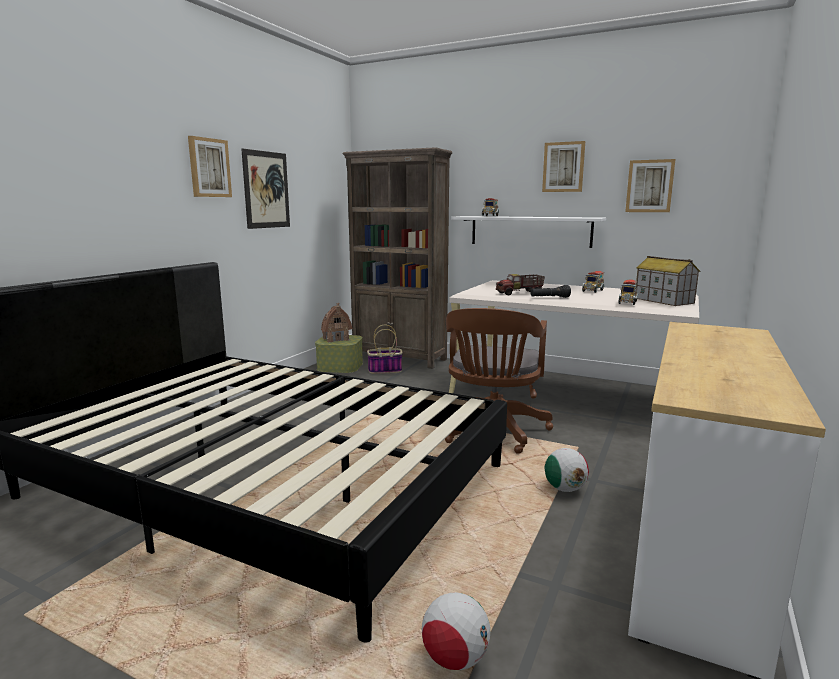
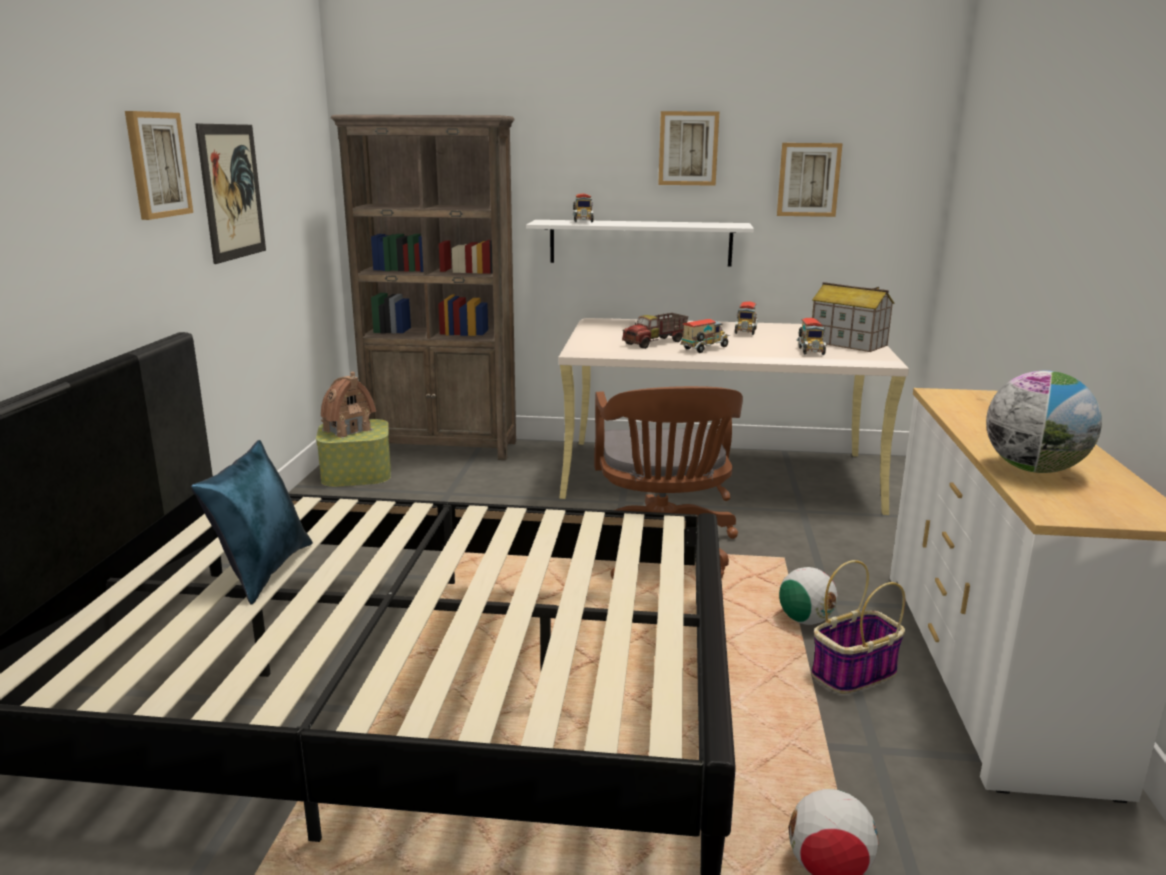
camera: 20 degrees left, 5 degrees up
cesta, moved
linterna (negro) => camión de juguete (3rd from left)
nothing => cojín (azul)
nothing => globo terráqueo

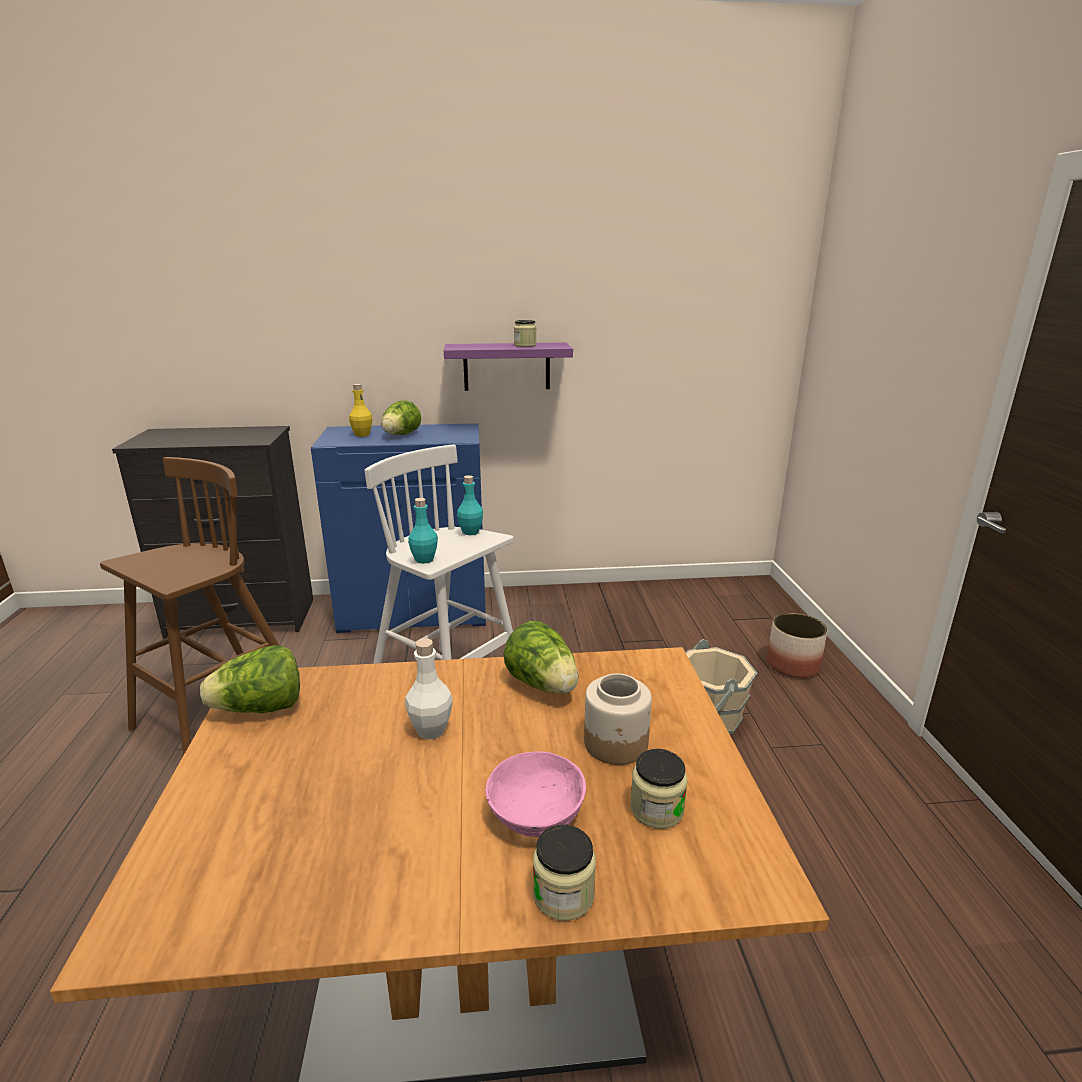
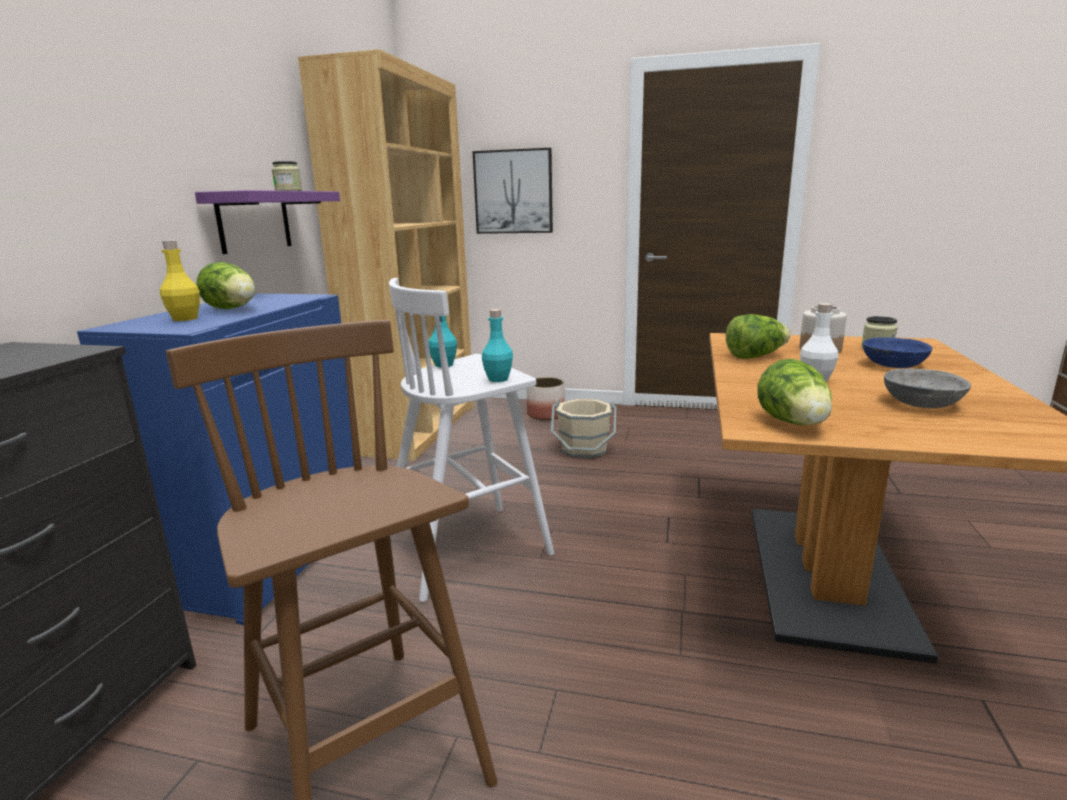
camera: 70 degrees left, 5 degrees down
cuenco (rosa) => cuenco (azul)
tarro (2nd from left) => nothing
nothing => estantería (marrón)
nothing => cuadro
nothing => cuenco (gris)

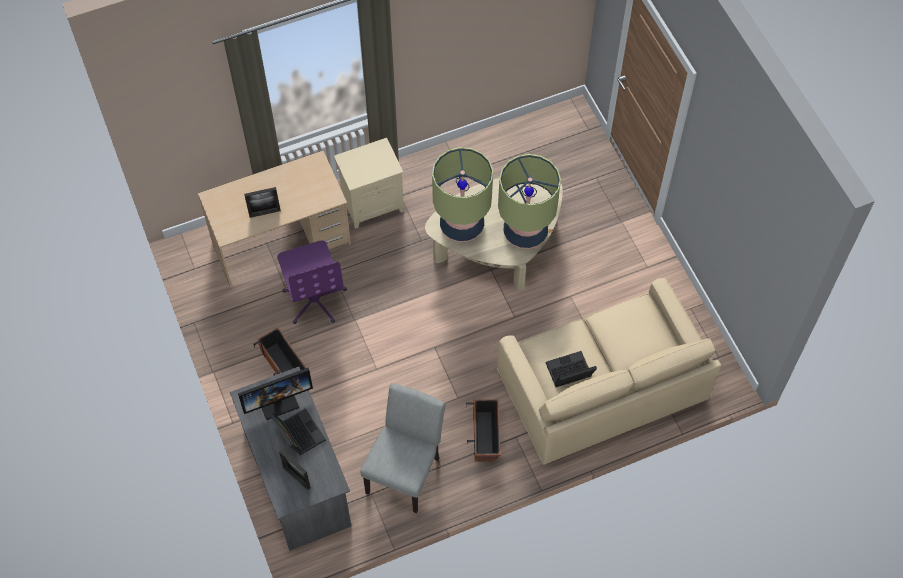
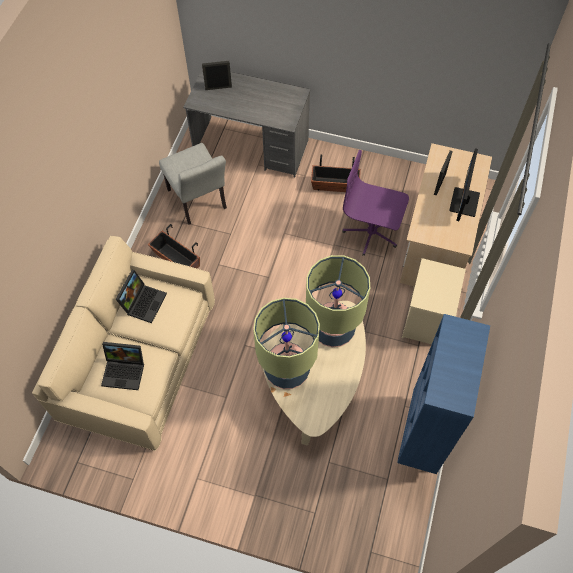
camera: 130 degrees right, 0 degrees up
monitor, moved
portátil (1st from left), moved
nothing => estantería (azul)

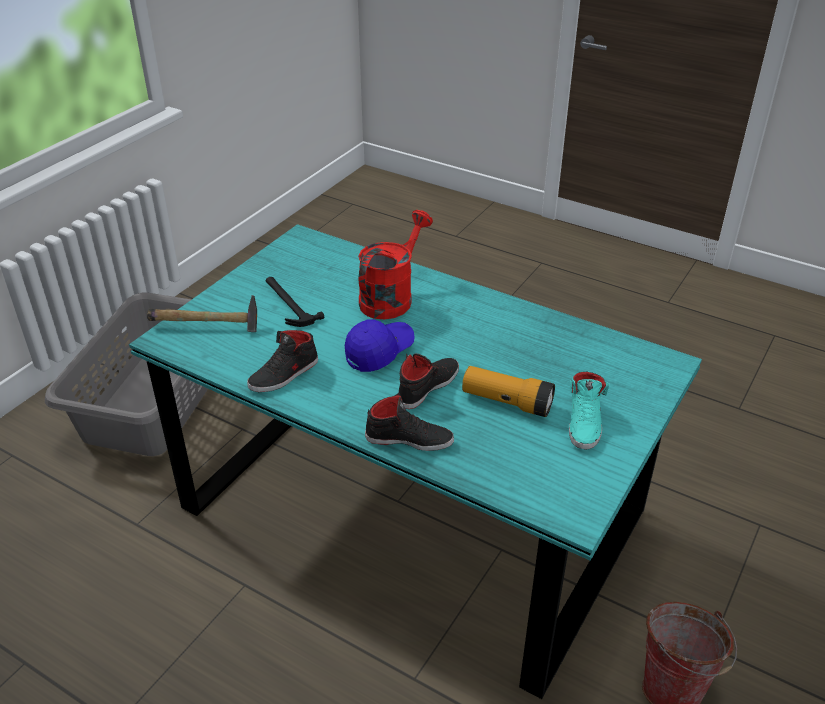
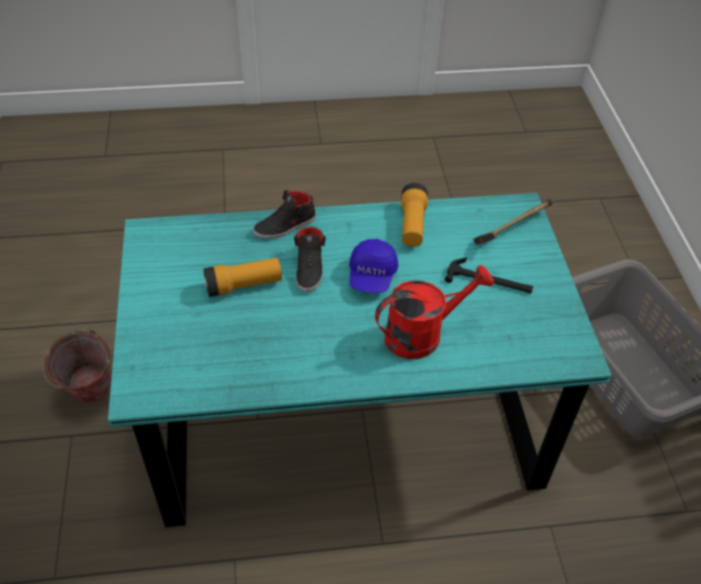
camera: 140 degrees right, 10 degrees up
zapato (negro) (1st from left) => linterna (2nd from left)
regadera (rojo), 105 degrees counterclockwise
zapato (turquesa) => nothing

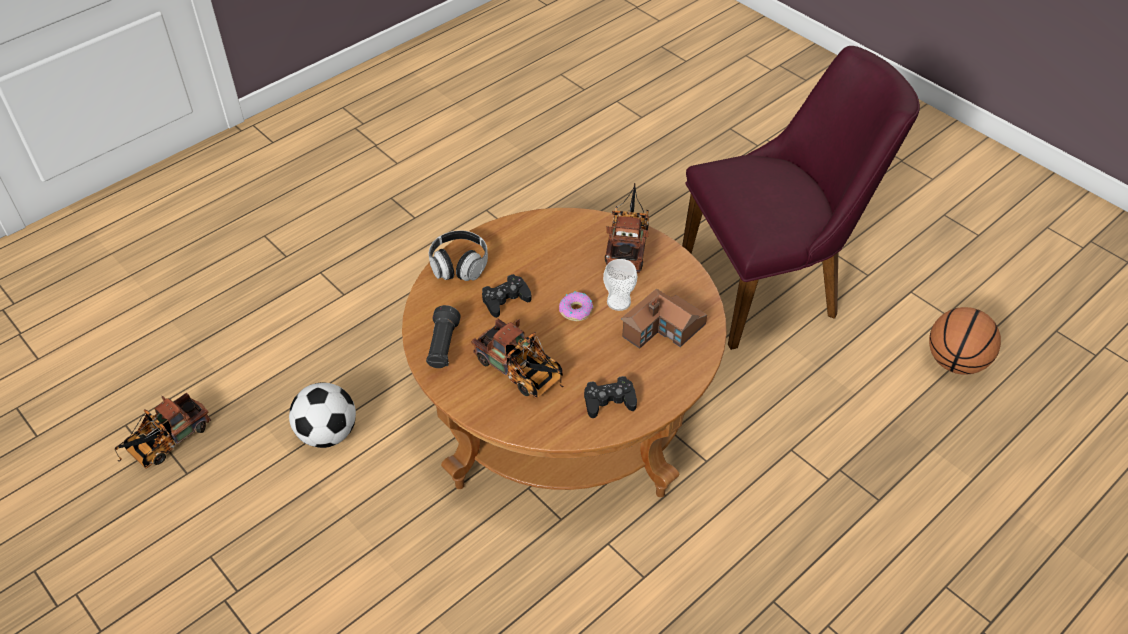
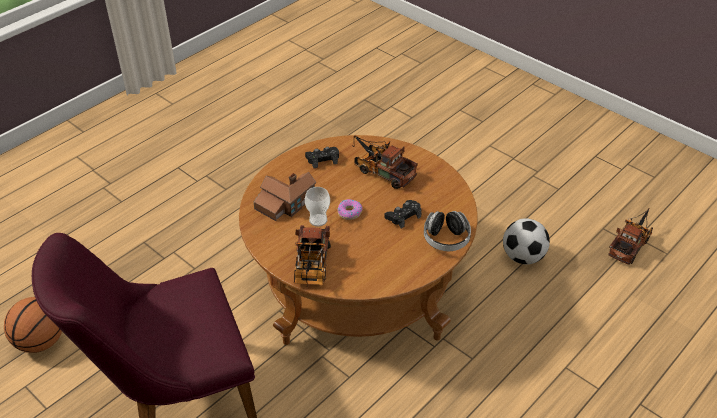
camera: 175 degrees right, 5 degrees down
linterna (negro) => nothing

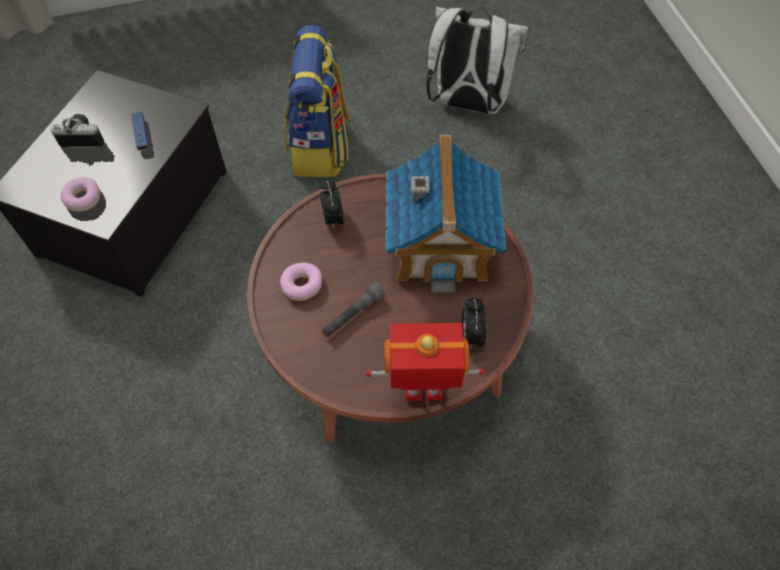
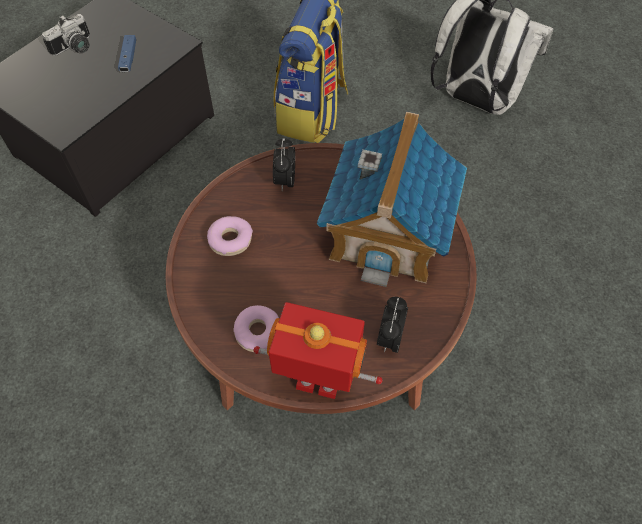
camera: 15 degrees right, 0 degrees up
cámara, 120 degrees clockwise
rosquilla (1st from left in the first image) => rosquilla (2nd from left), moved
linterna (gris) => nothing

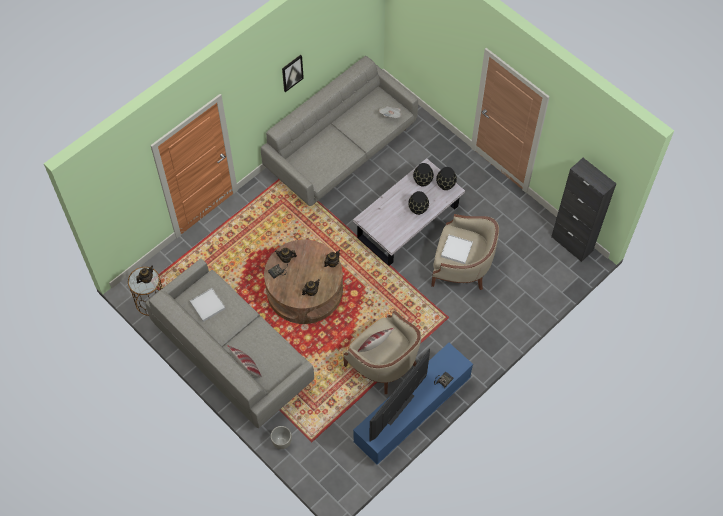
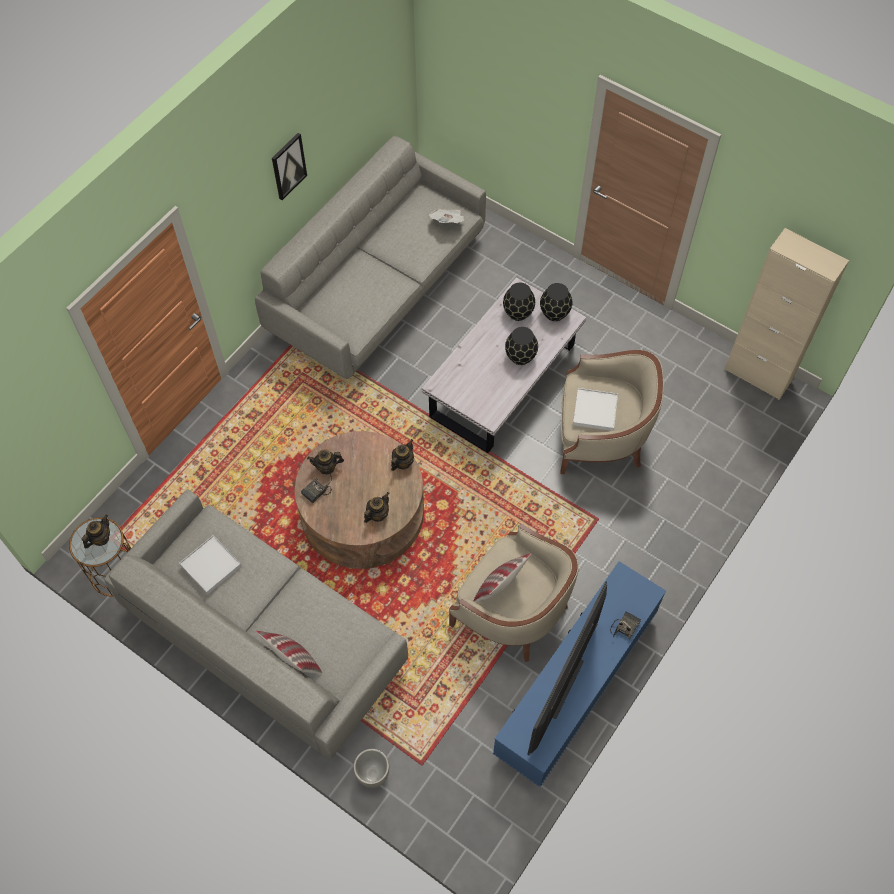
camera: 10 degrees left, 0 degrees up
armario (negro) => armario (beis)

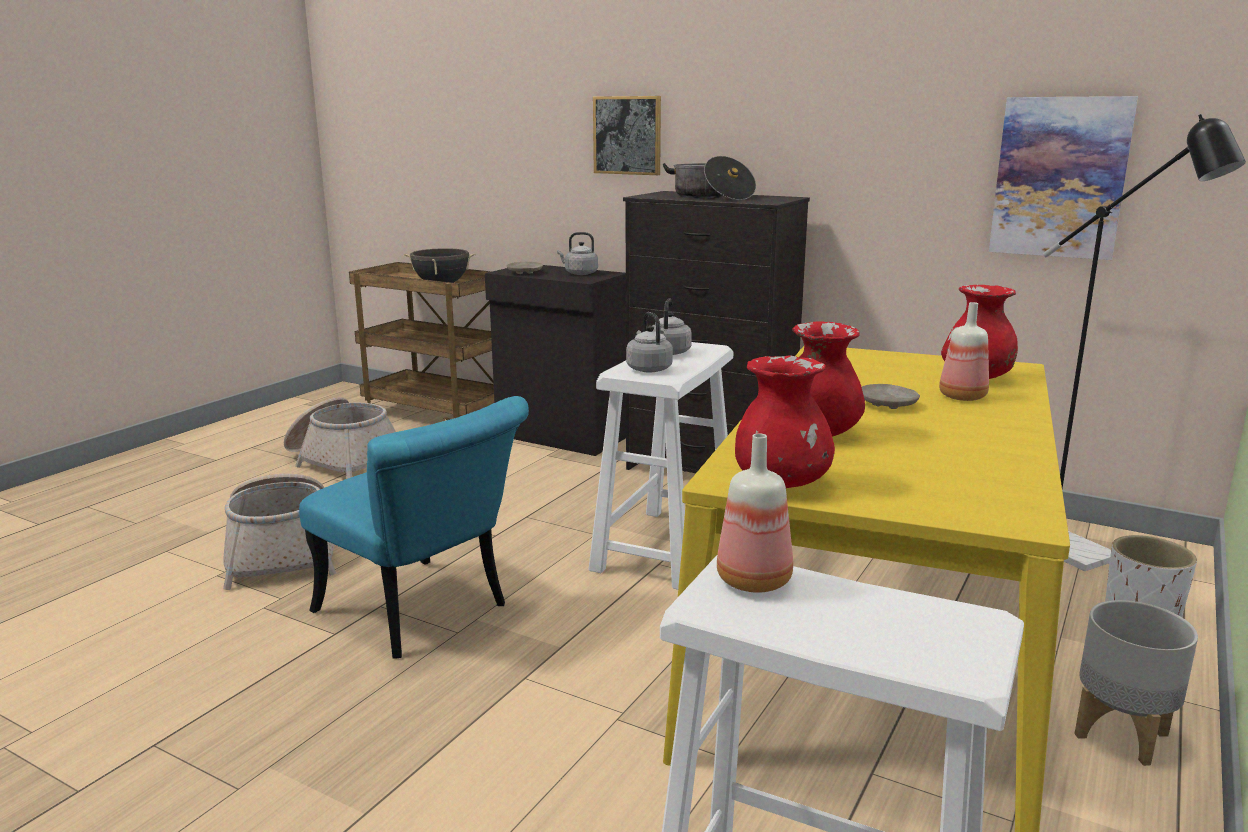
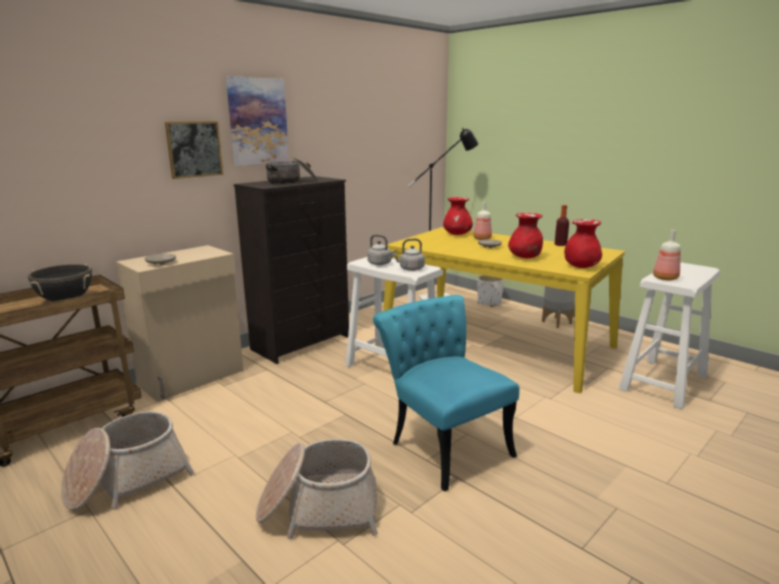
camera: 75 degrees left, 0 degrees up
silla (turquesa), 90 degrees counterclockwise
armario (negro) => armario (beis)
hervidor (gris) (1st from left) => nothing
cuadro (2nd from left), moved
nothing => botella (2nd from left)

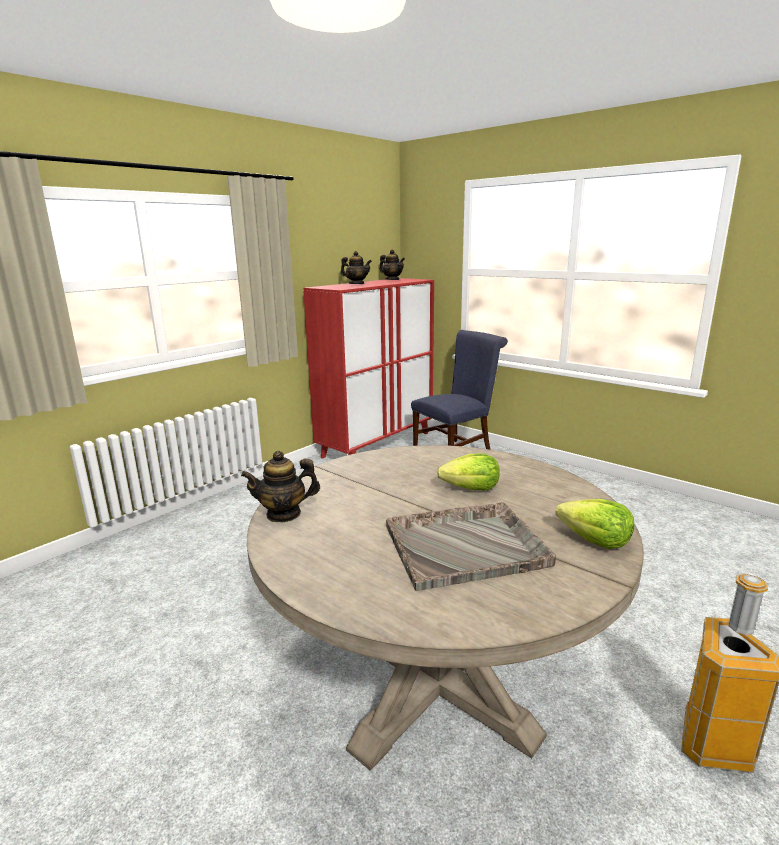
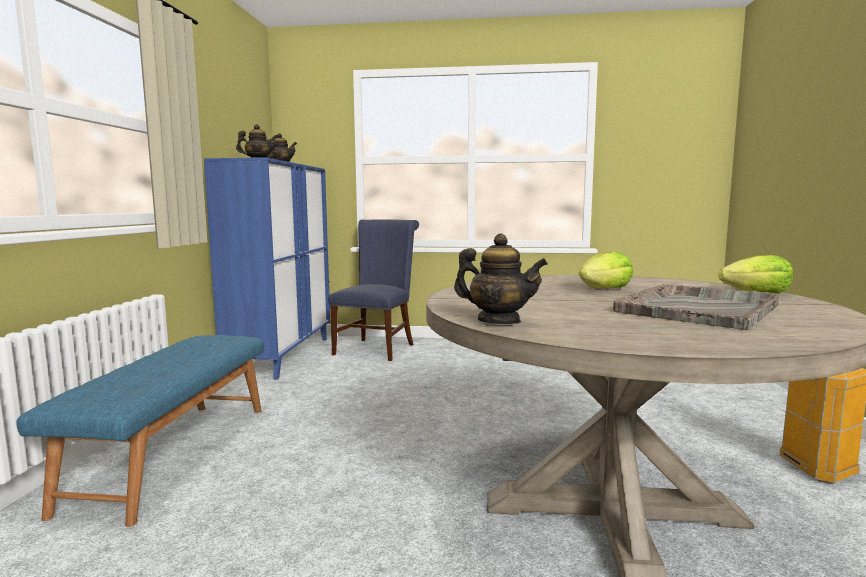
camera: 35 degrees left, 10 degrees down
tetera (1st from left in the first image) => tetera (3rd from left), 105 degrees counterclockwise
armario (rojo) => armario (azul)
nothing => banco (azul)

